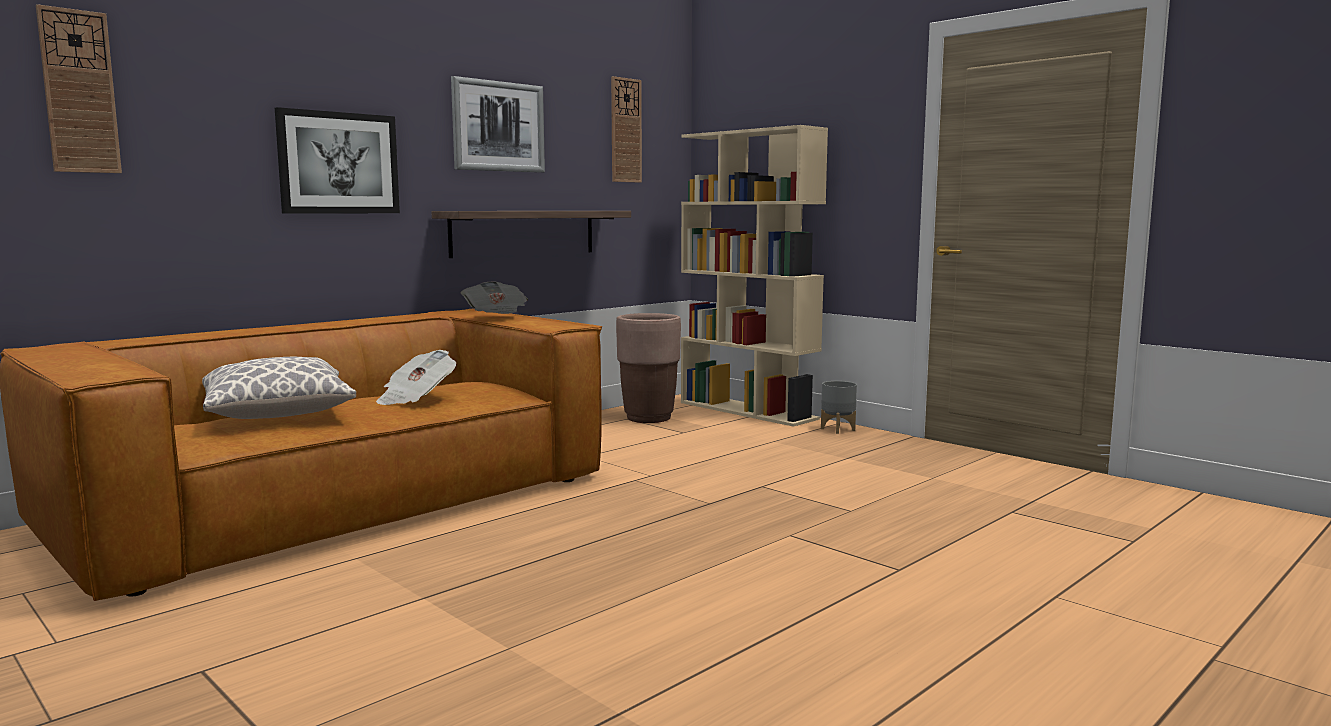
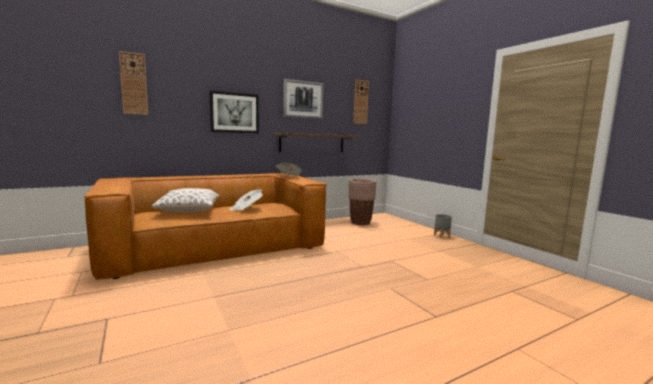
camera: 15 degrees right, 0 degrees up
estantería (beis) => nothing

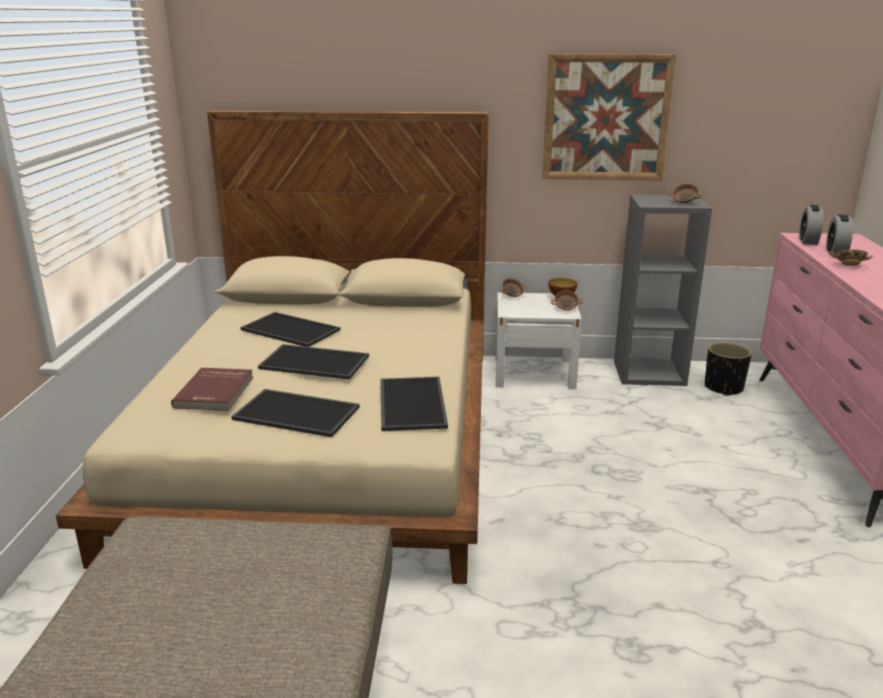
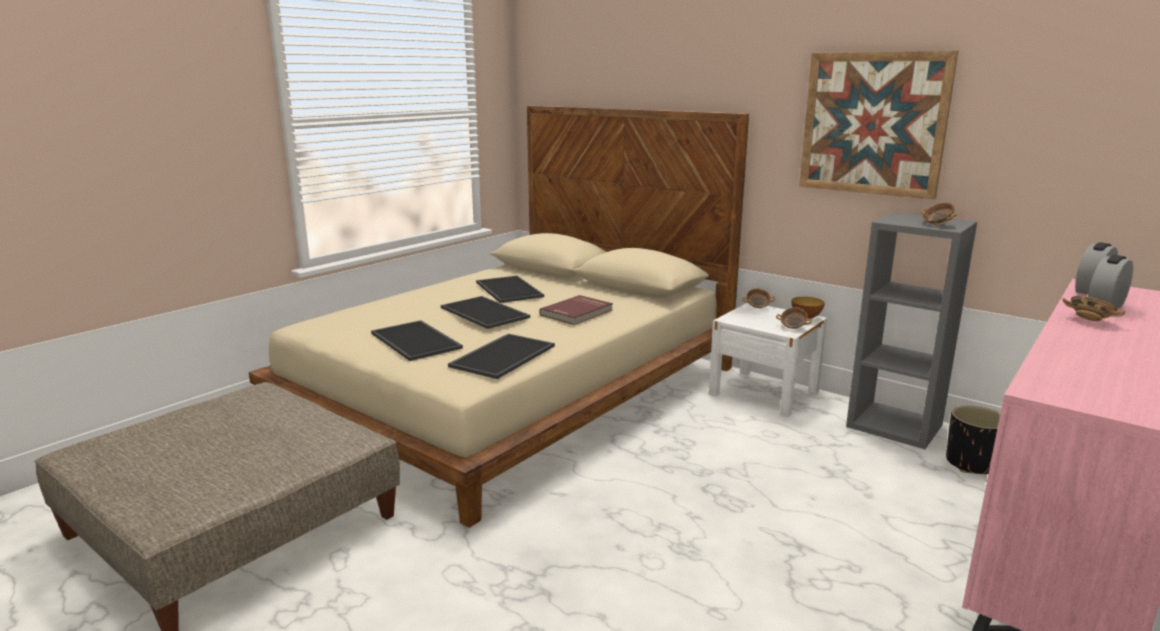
camera: 35 degrees right, 5 degrees down
libro (rojo), moved

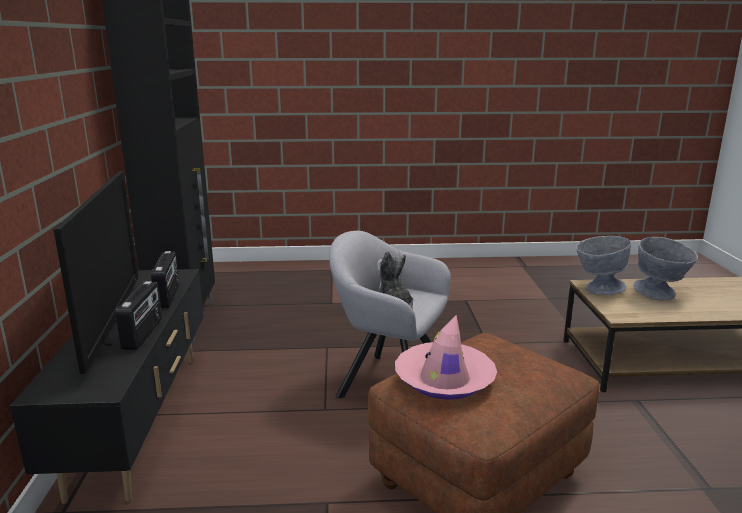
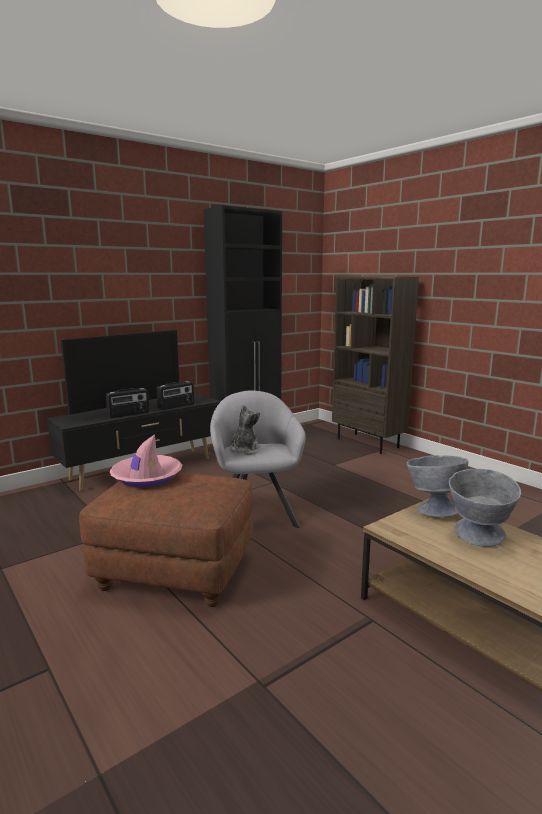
camera: 55 degrees right, 5 degrees down
nothing => estantería (marrón)

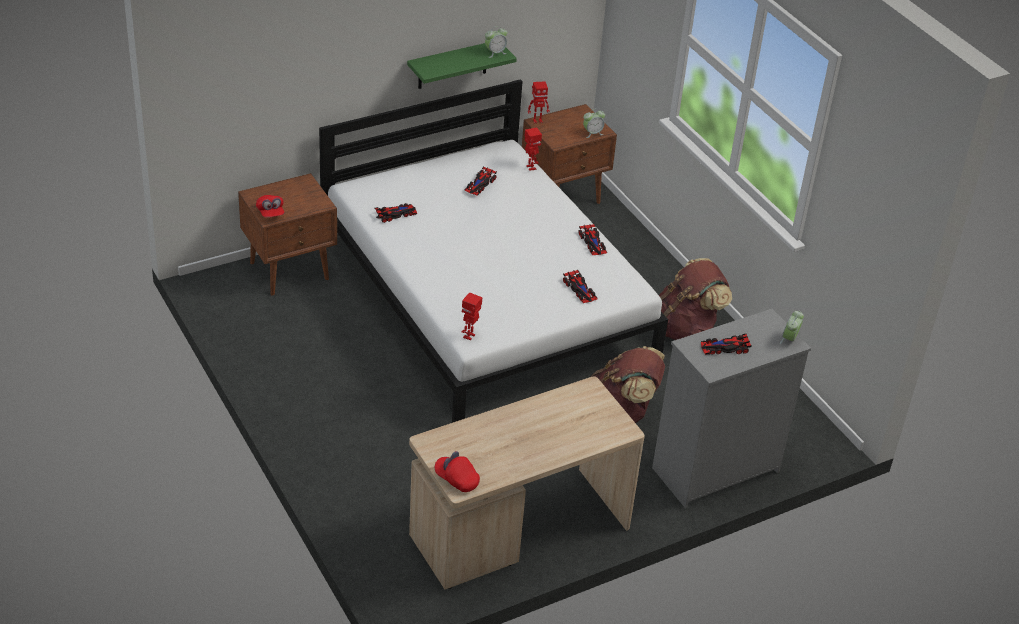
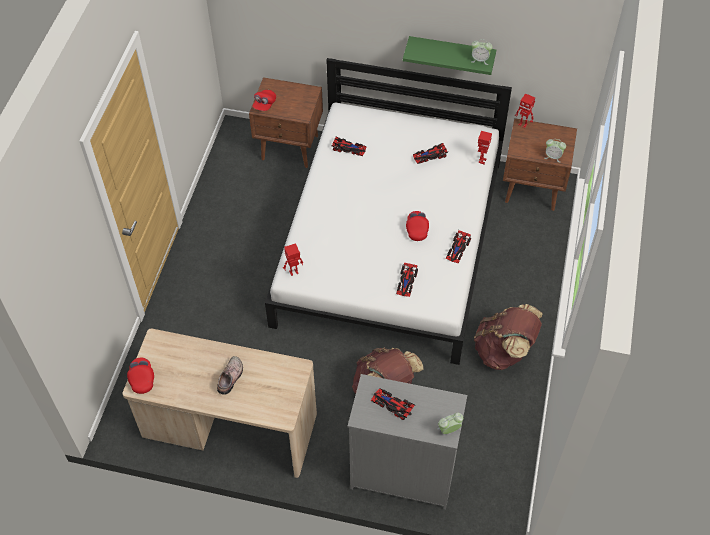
camera: 45 degrees right, 15 degrees up
nothing => zapato
nothing => gorra (rojo) (3rd from left)

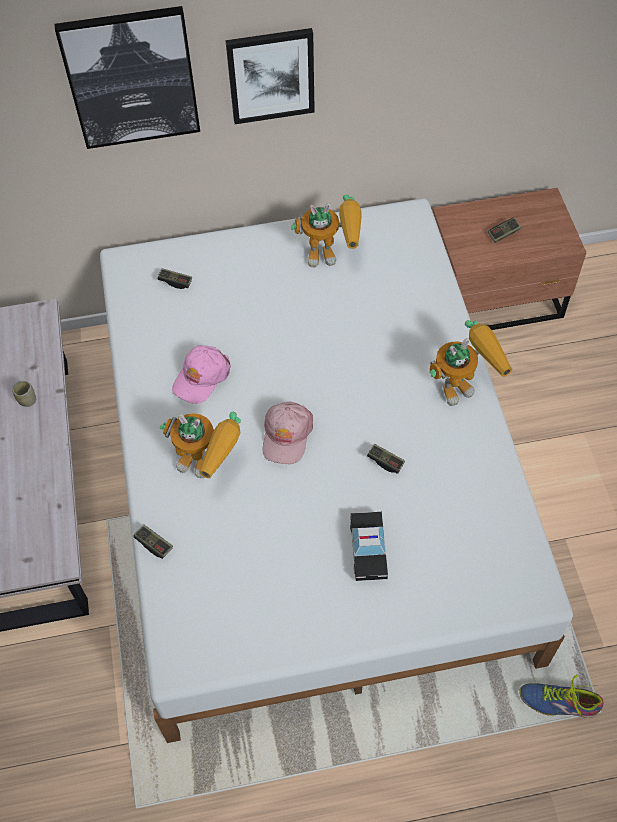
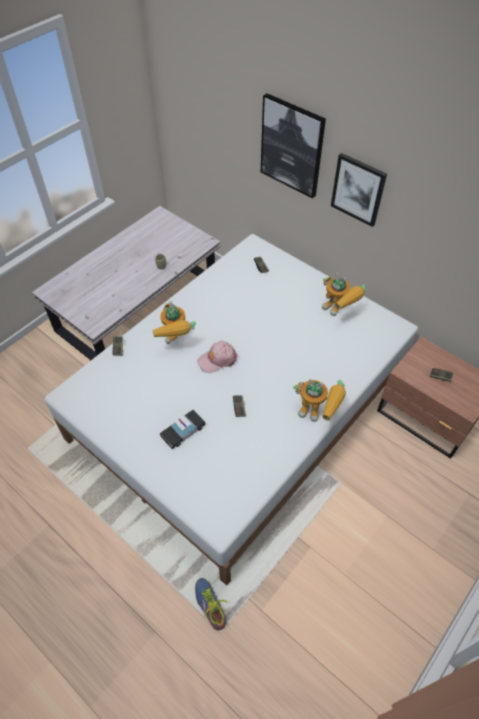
camera: 50 degrees right, 5 degrees down
gorra (rosa) (1st from left) => nothing

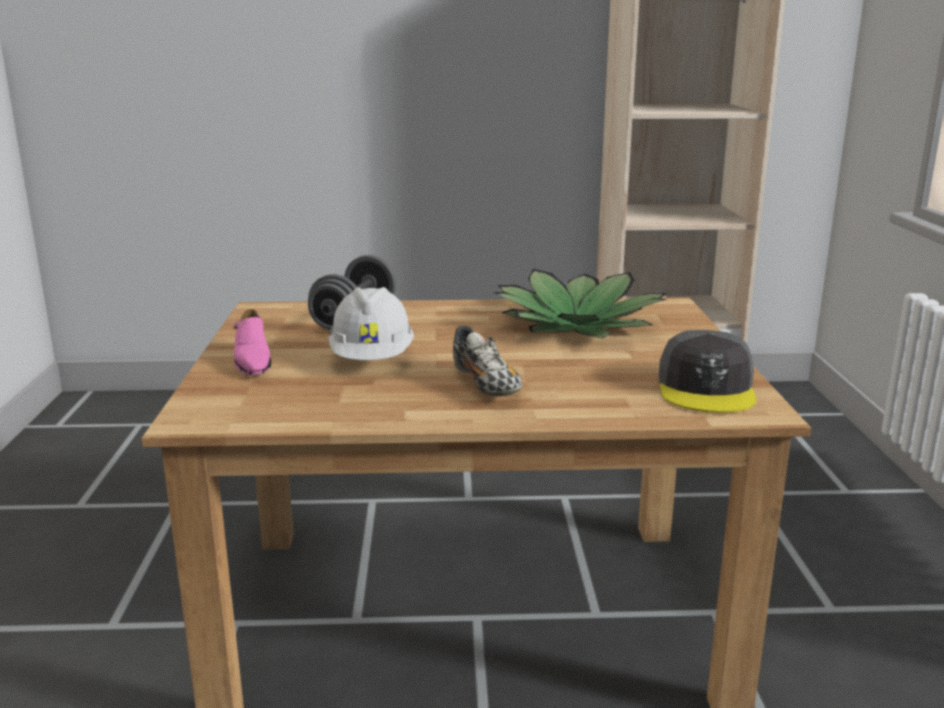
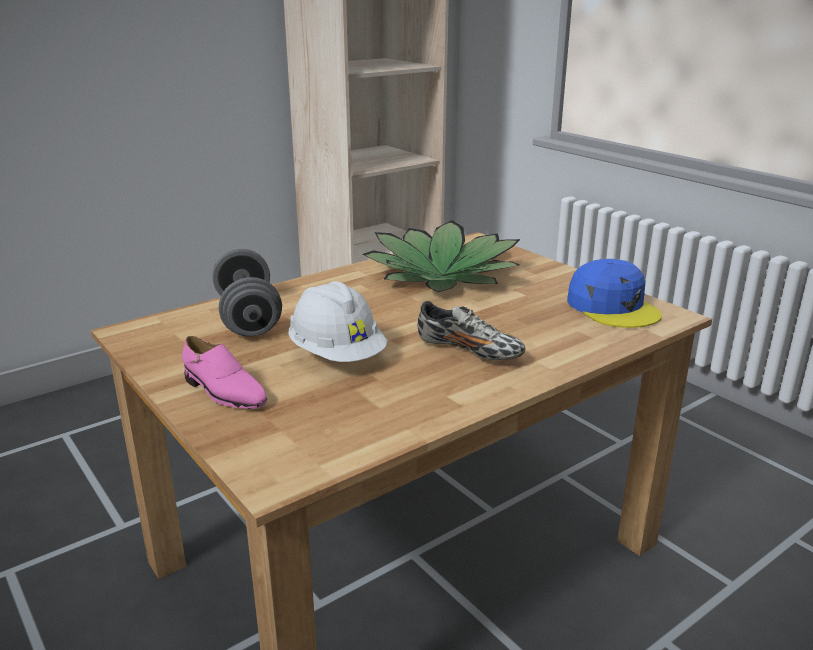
camera: 35 degrees left, 5 degrees up
gorra (gris) => gorra (azul)

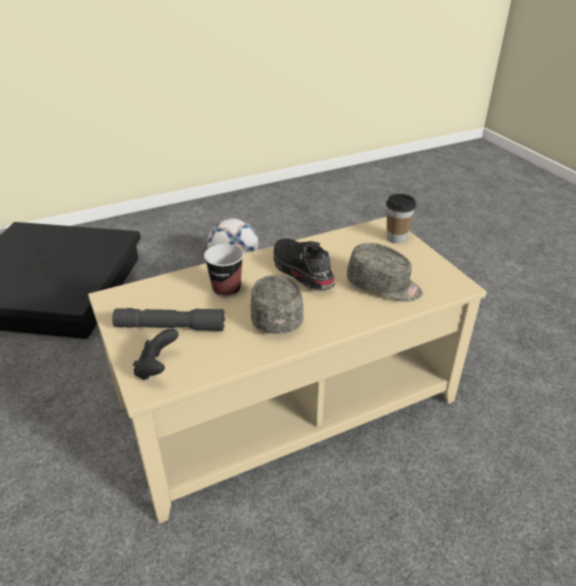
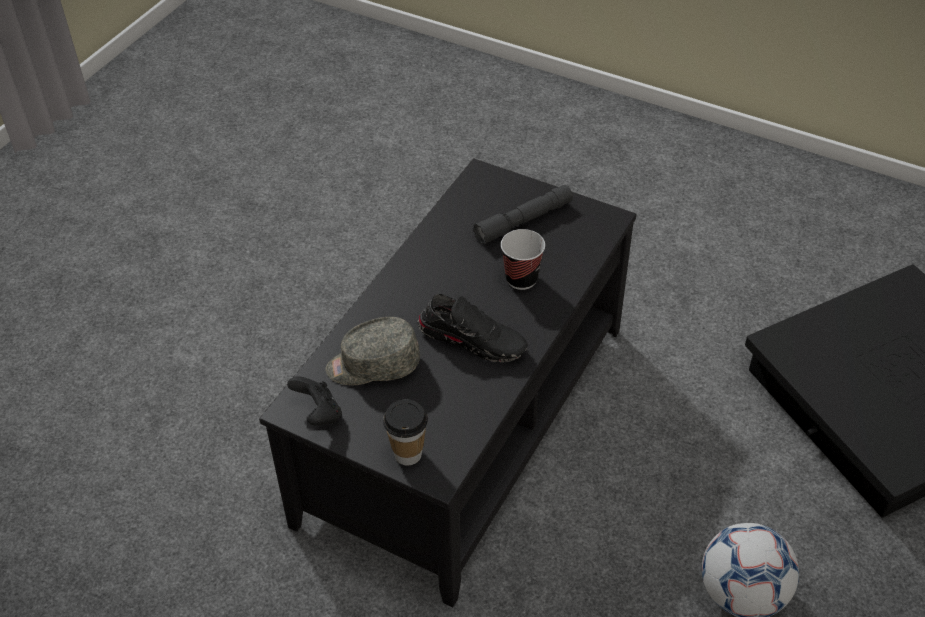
camera: 145 degrees right, 10 degrees up
mesa de centro (beis) => mesa de centro (negro)
mando de consola (negro), moved
gorra (gris) (1st from left) => nothing

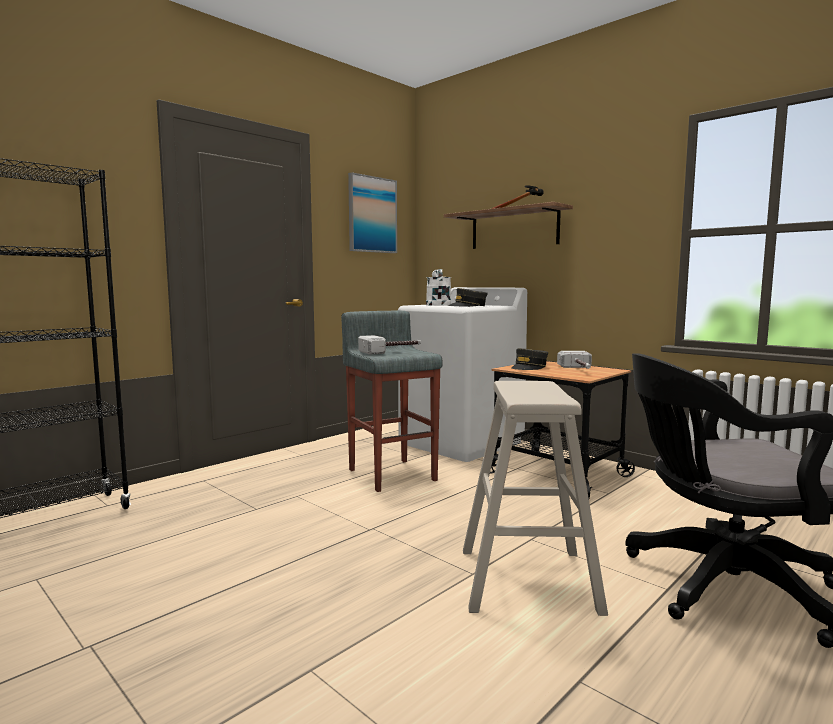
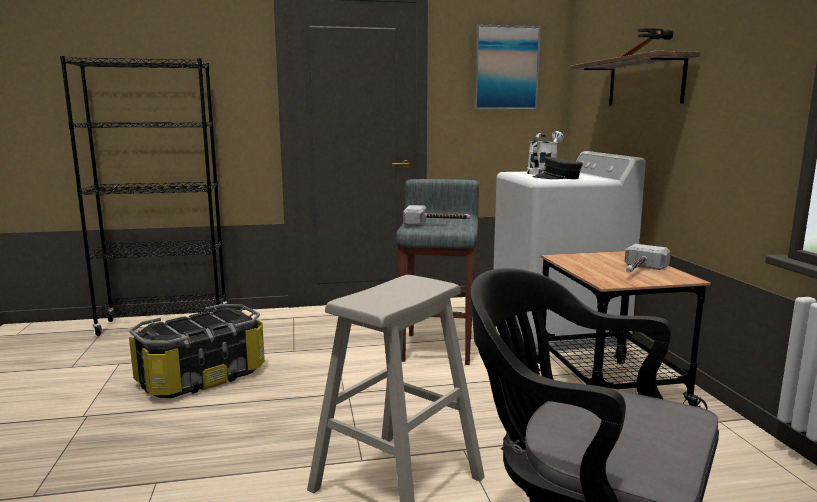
camera: 35 degrees right, 5 degrees up
gorra (gris) (2nd from left) => nothing
nothing => caja de almacenaje

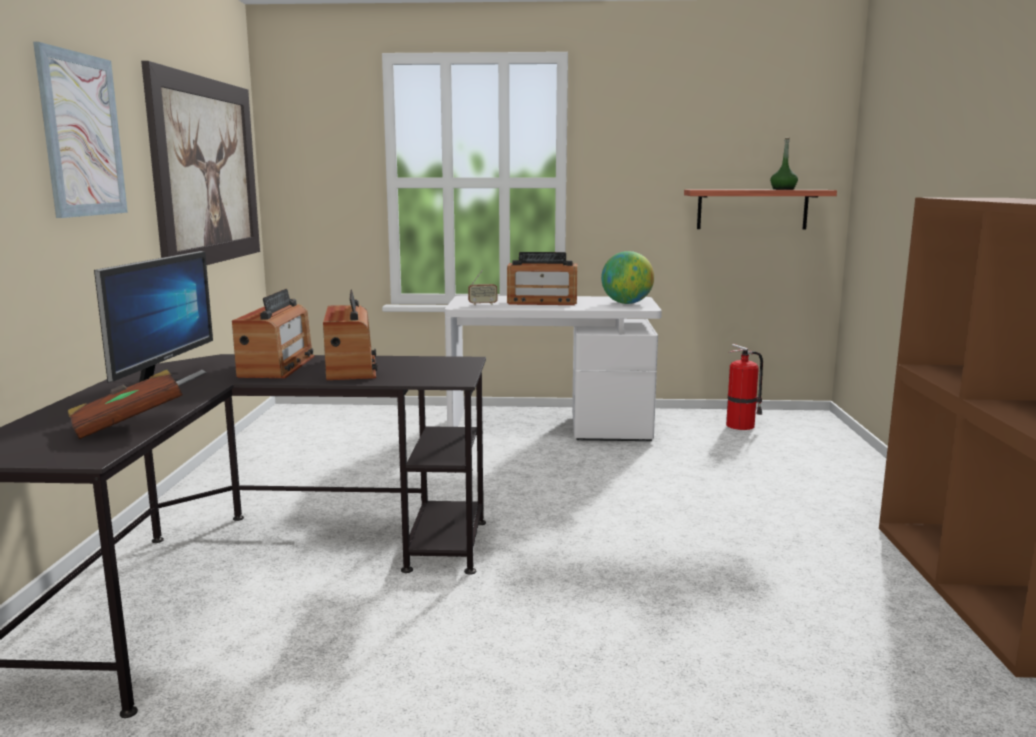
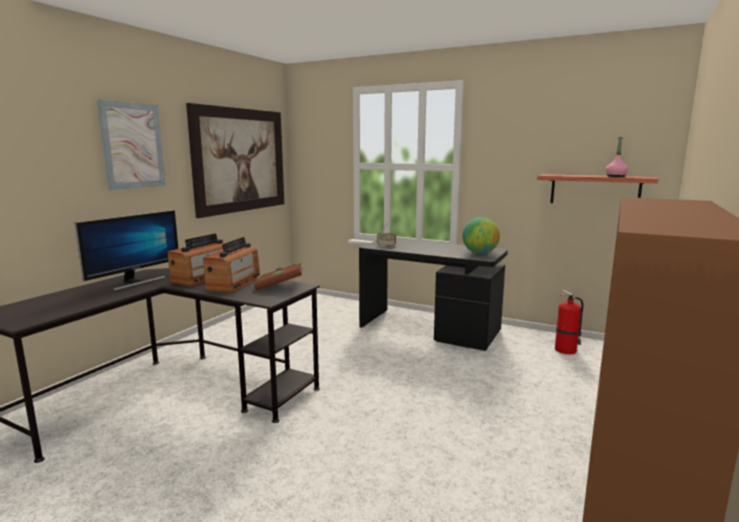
camera: 25 degrees right, 0 degrees up
libro (marrón), moved
escritorio (blanco) => escritorio (negro) (2nd from left)
radio (4th from left) => nothing
botella (verde) => botella (rosa)

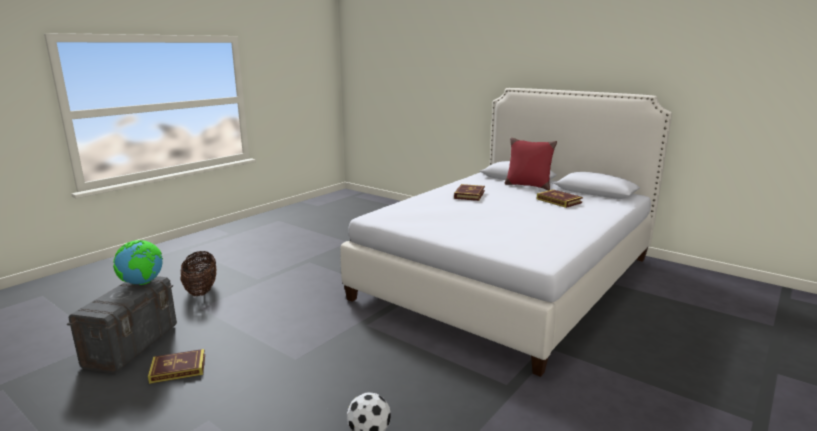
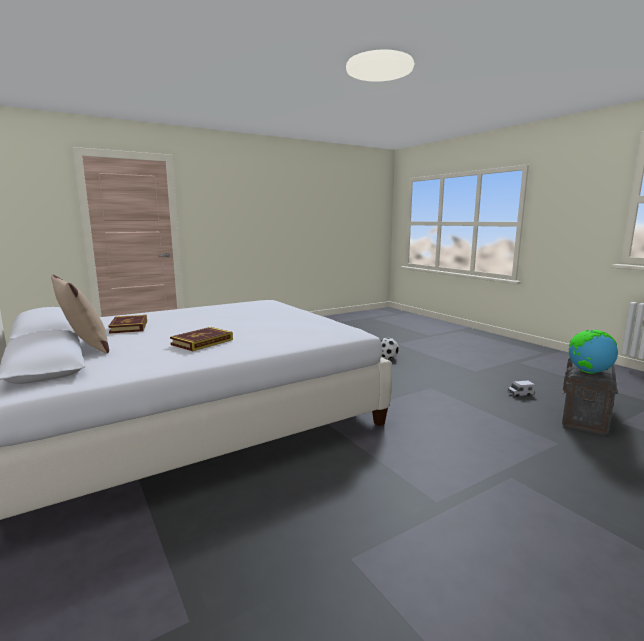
camera: 160 degrees left, 5 degrees down
libro (1st from left) => camión de juguete
cesta => nothing
cojín (rojo) => cojín (beis)

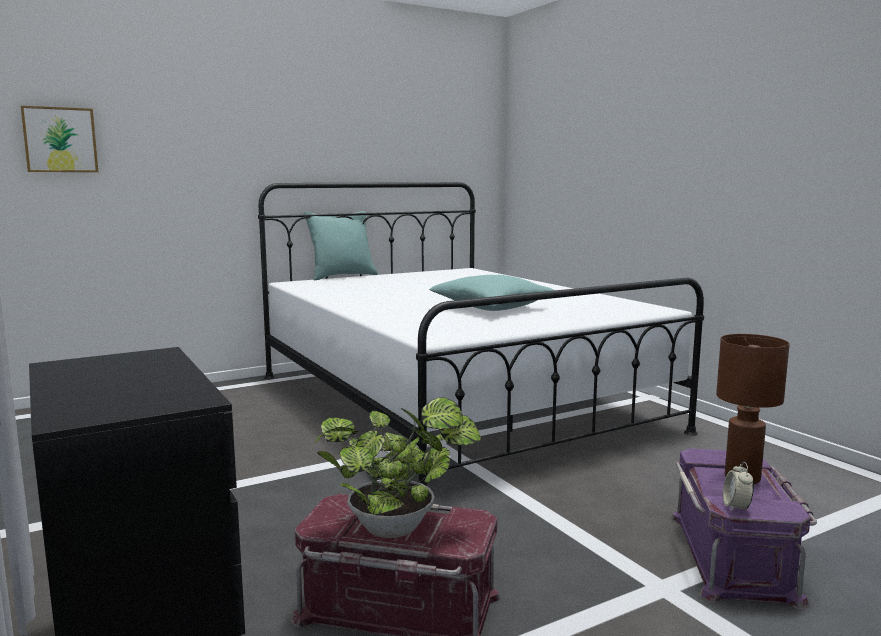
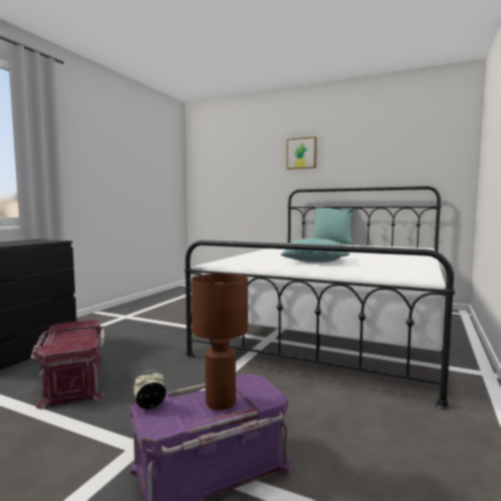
camera: 55 degrees right, 5 degrees down
cuadro, moved
planta en maceta => nothing

